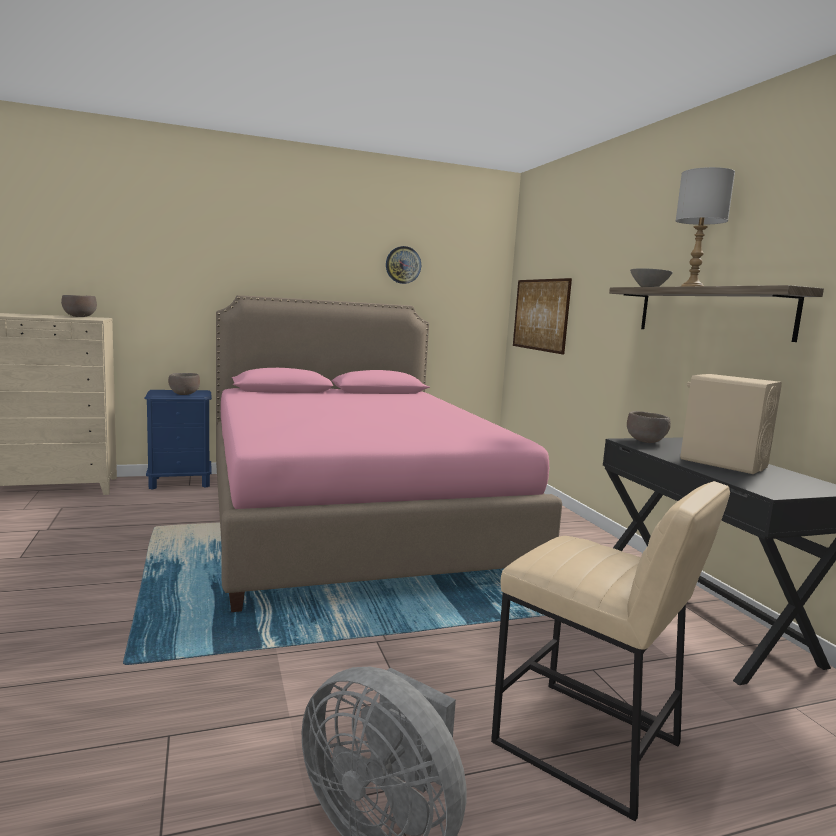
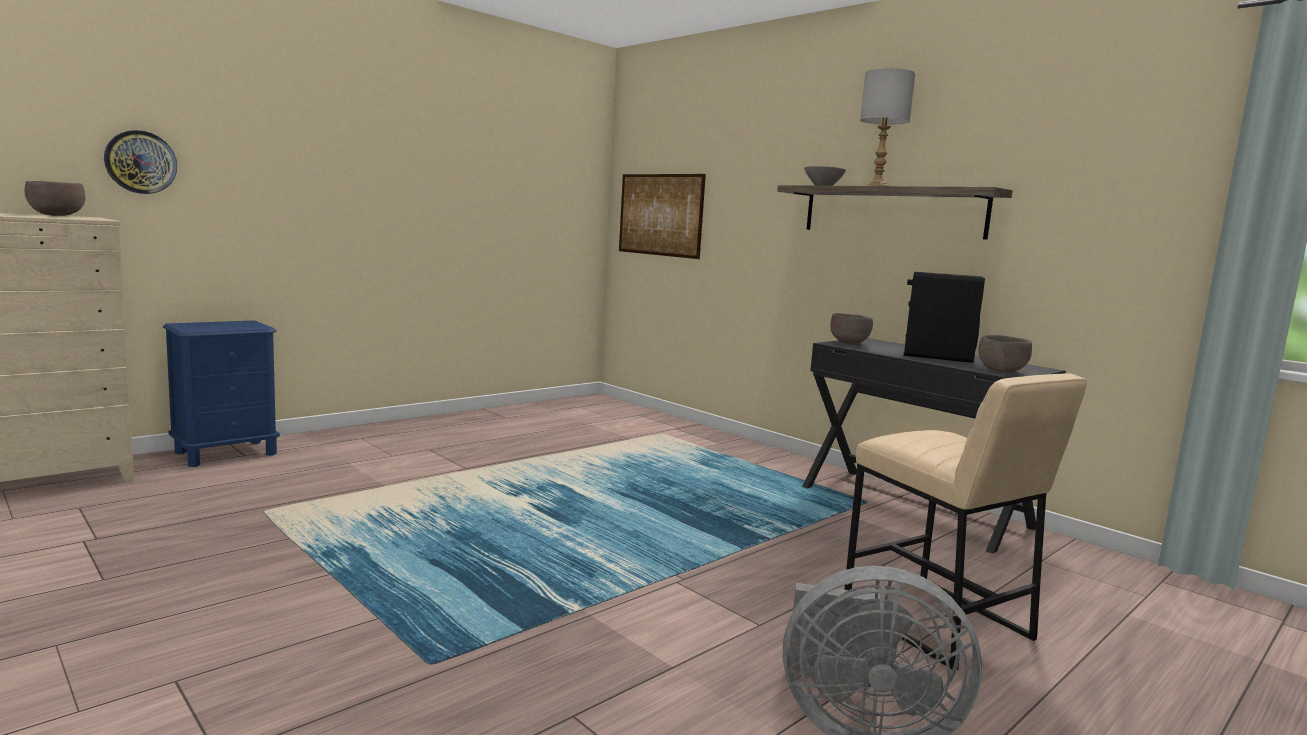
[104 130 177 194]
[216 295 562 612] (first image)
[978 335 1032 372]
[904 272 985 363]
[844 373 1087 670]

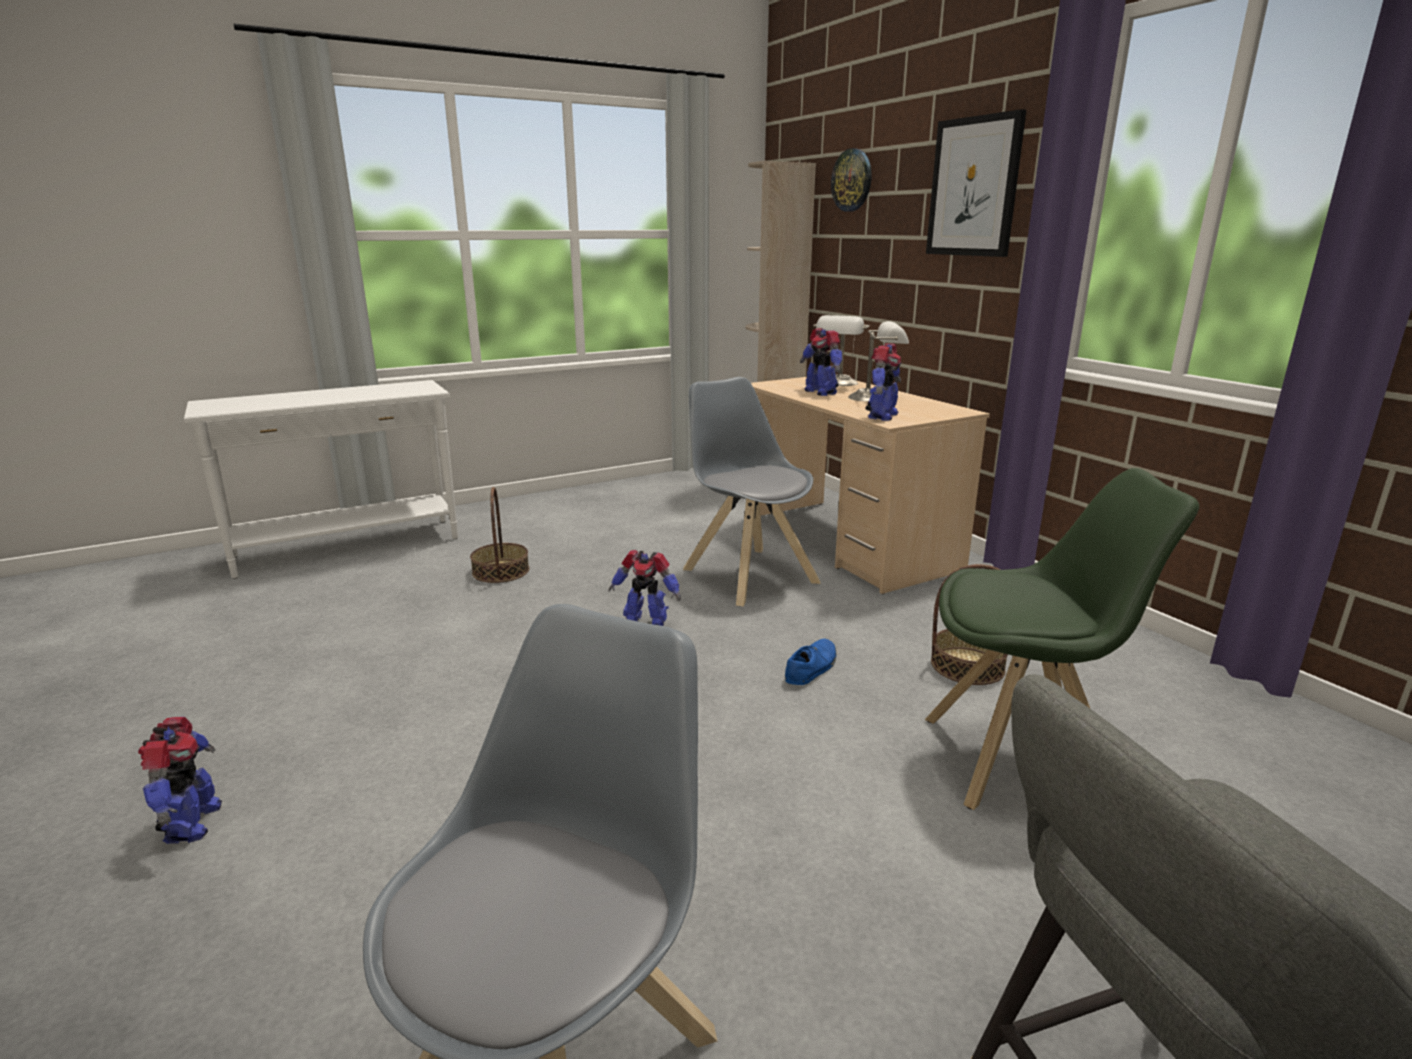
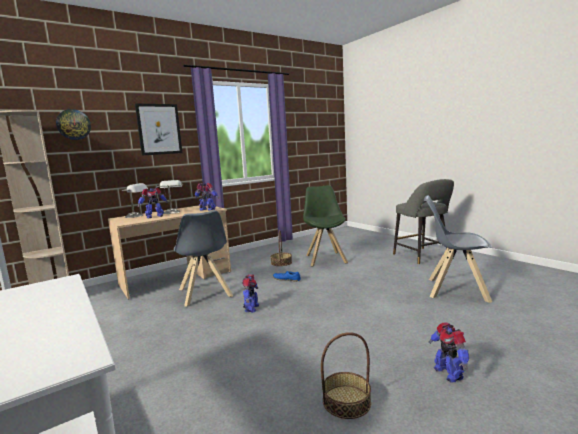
[174 210 233 307]
[321 332 371 419]
[429 322 469 382]

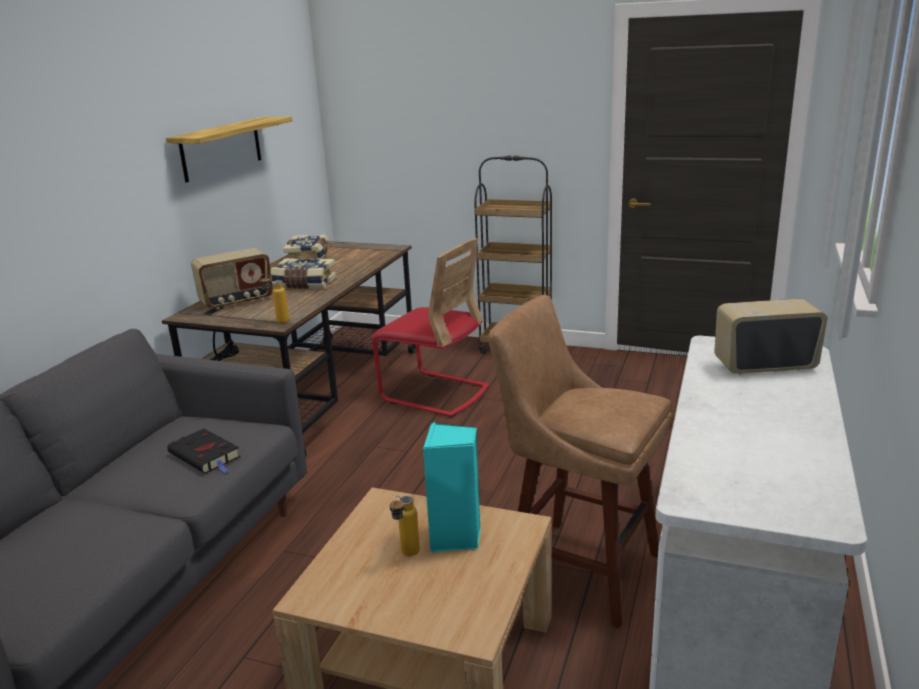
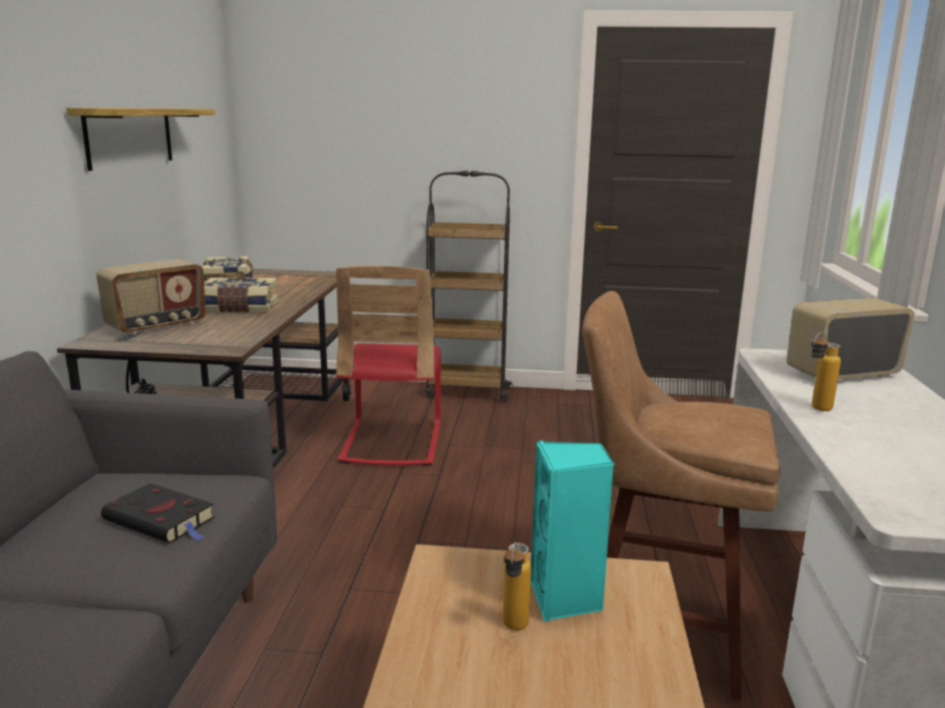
[336 266 441 466]
[811 332 841 411]

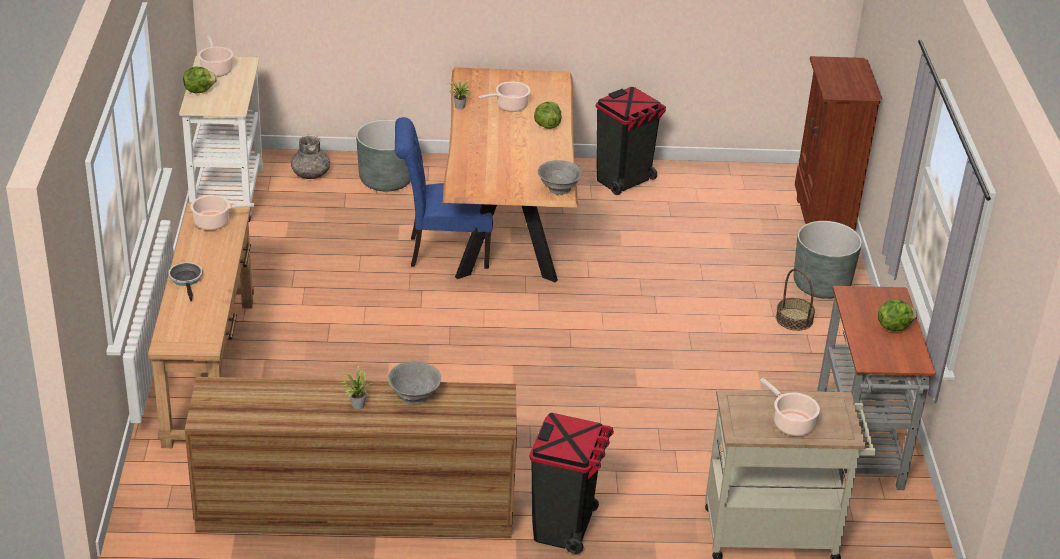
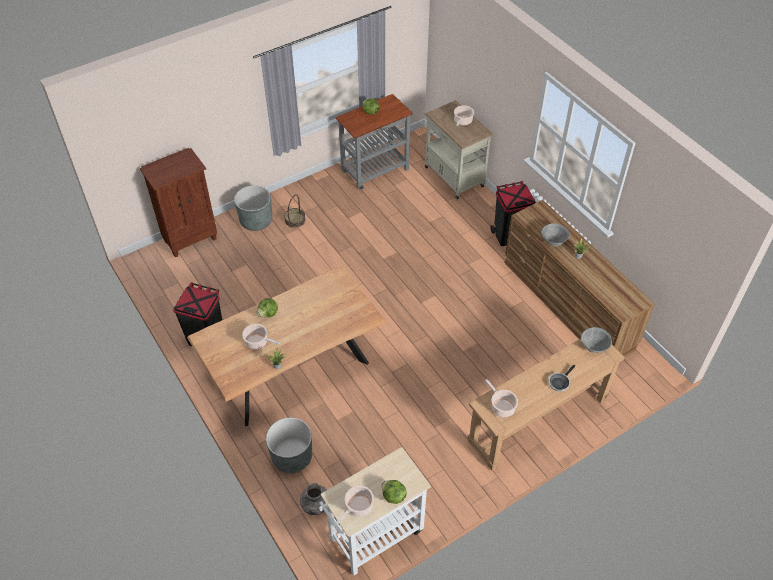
[395 117 493 269] (first image)
[581 327 612 353]

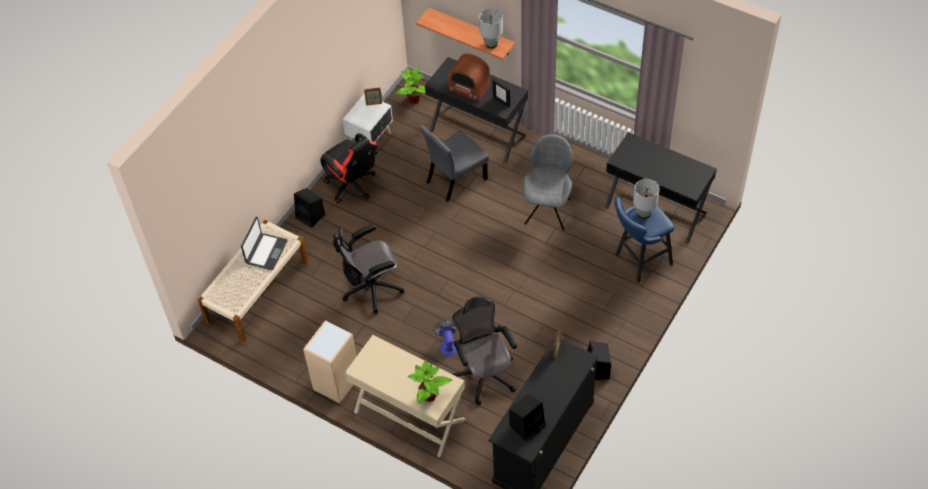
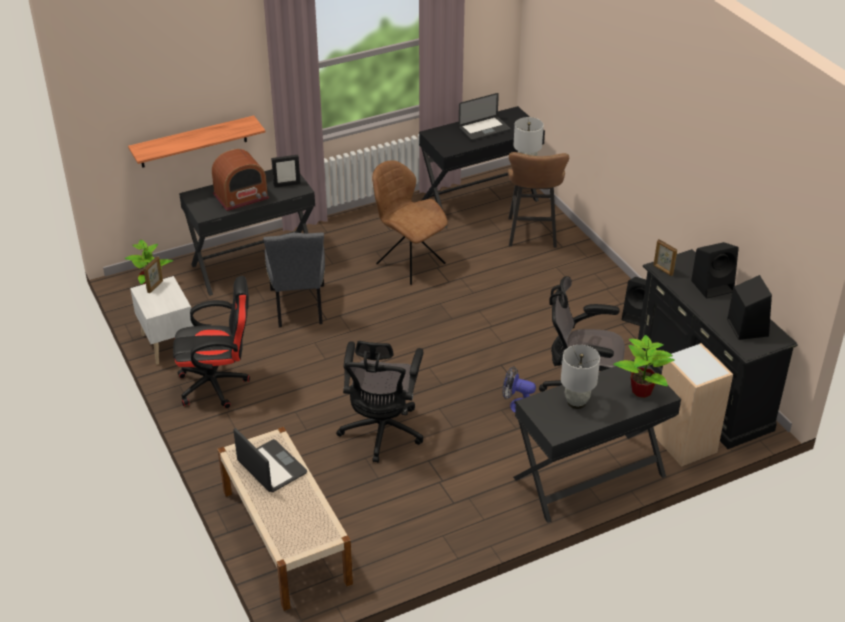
[561 345 600 409]
[372 160 448 285]
[691 242 739 299]
[508 152 569 248]
[653 343 733 467]
[513 360 681 523]
[459 93 511 141]

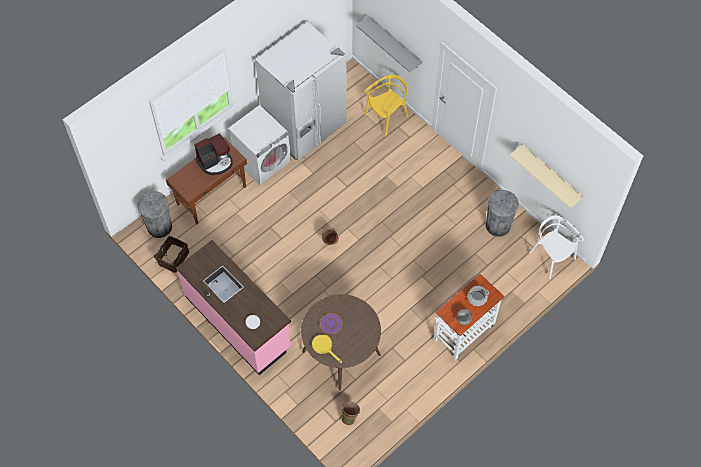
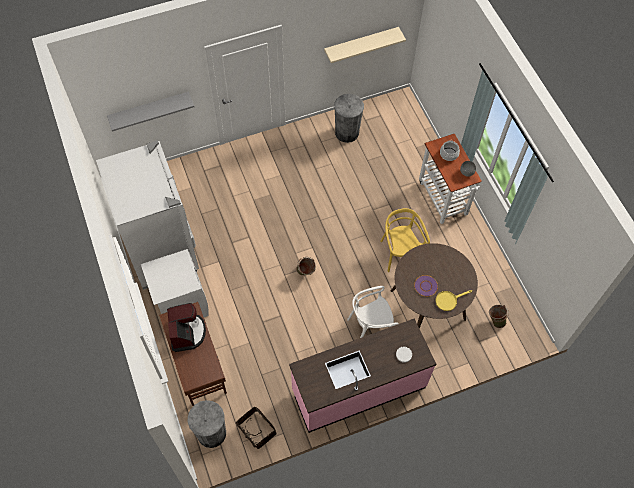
[380 208 430 272]
[347 286 399 338]

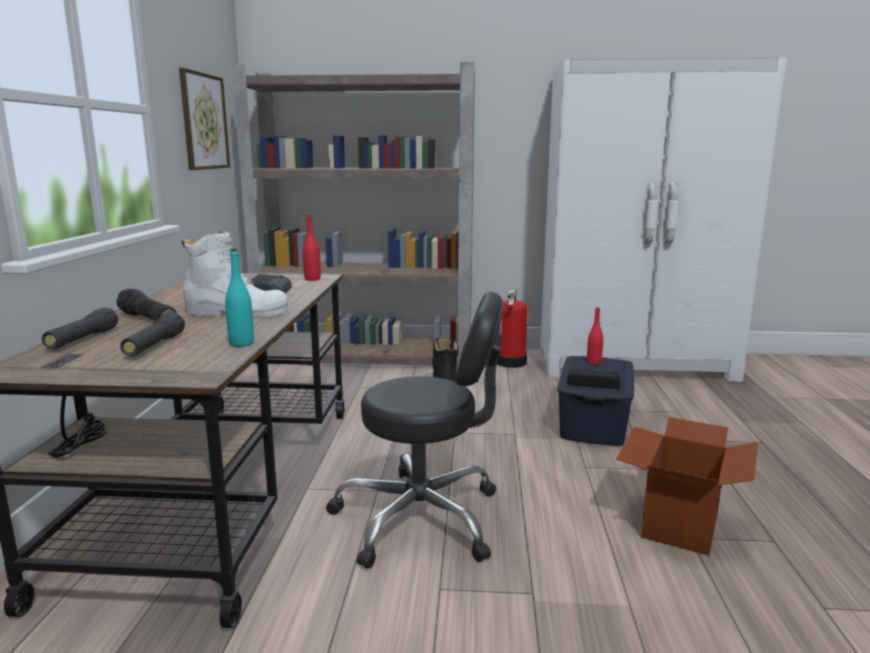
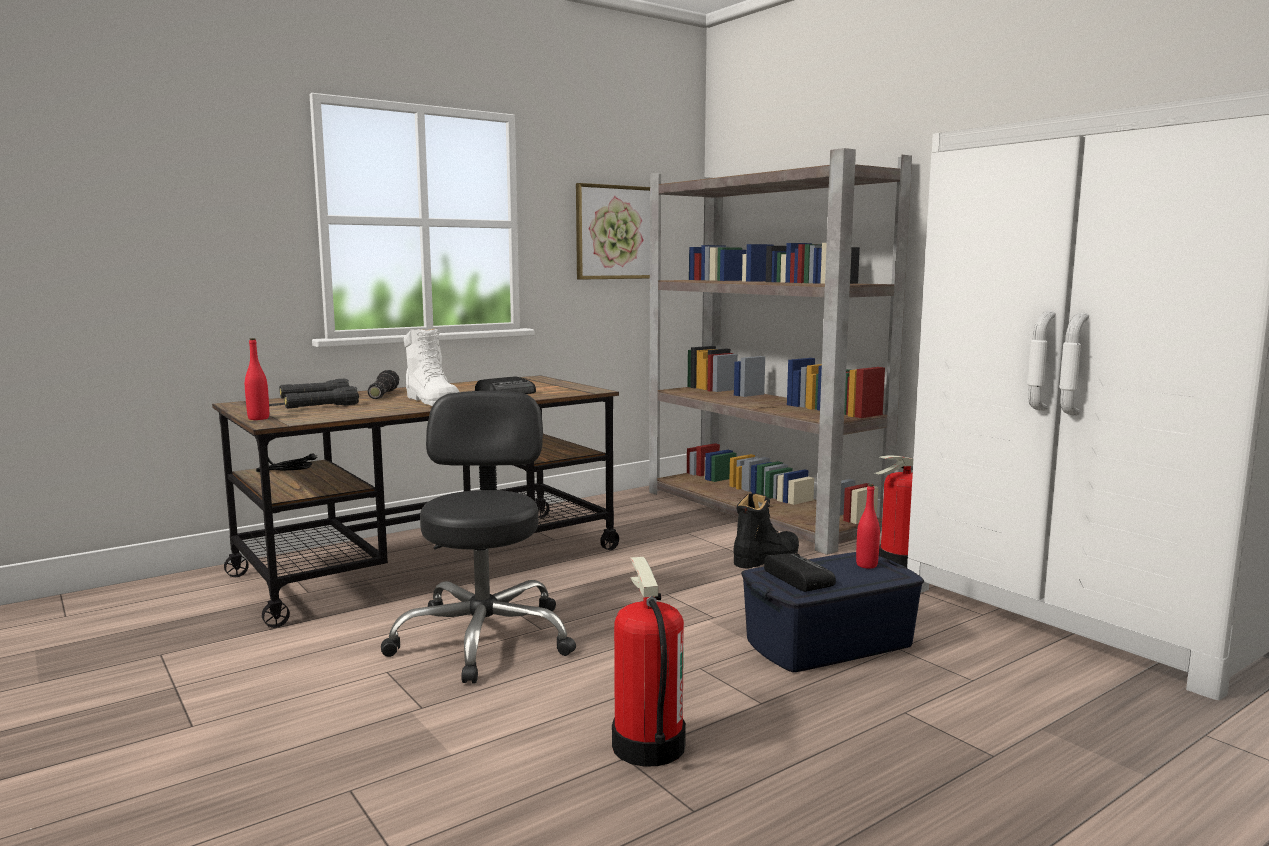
[245 338 269 420]
[225 248 254 347] (first image)
[381 391 576 683]
[612 557 686 767]

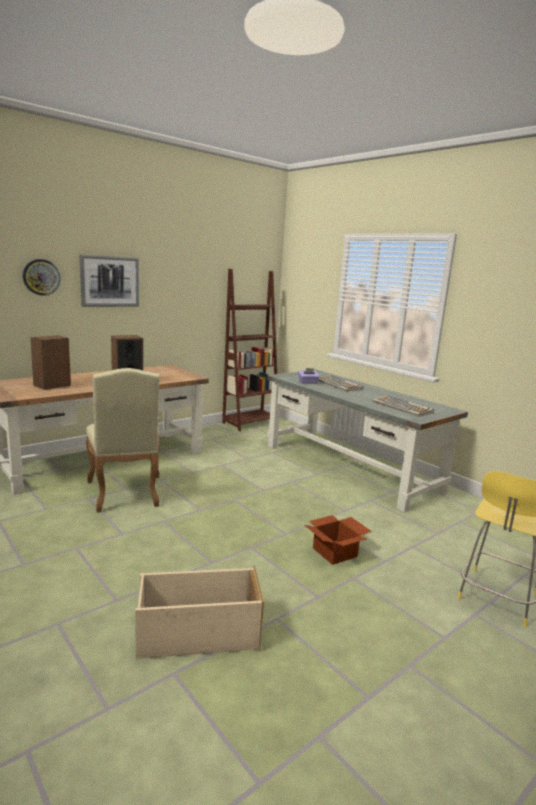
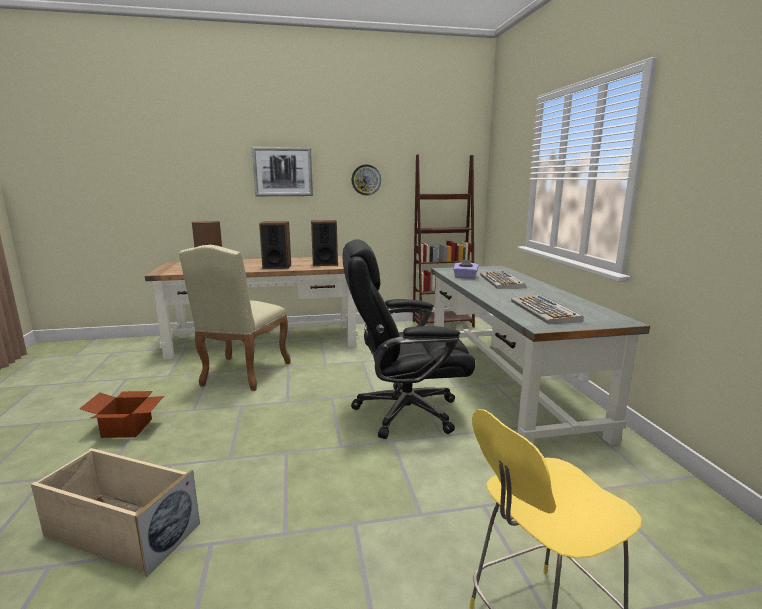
[352 165 381 195]
[79 391 164 438]
[311 220 338 266]
[343 239 476 439]

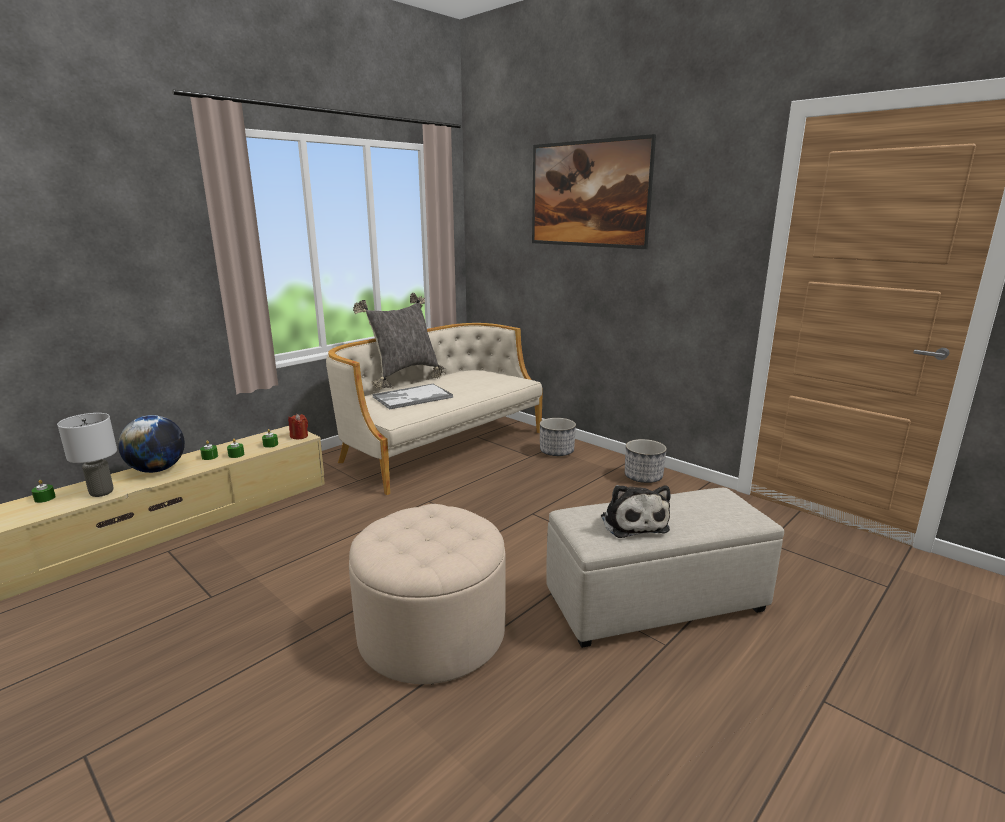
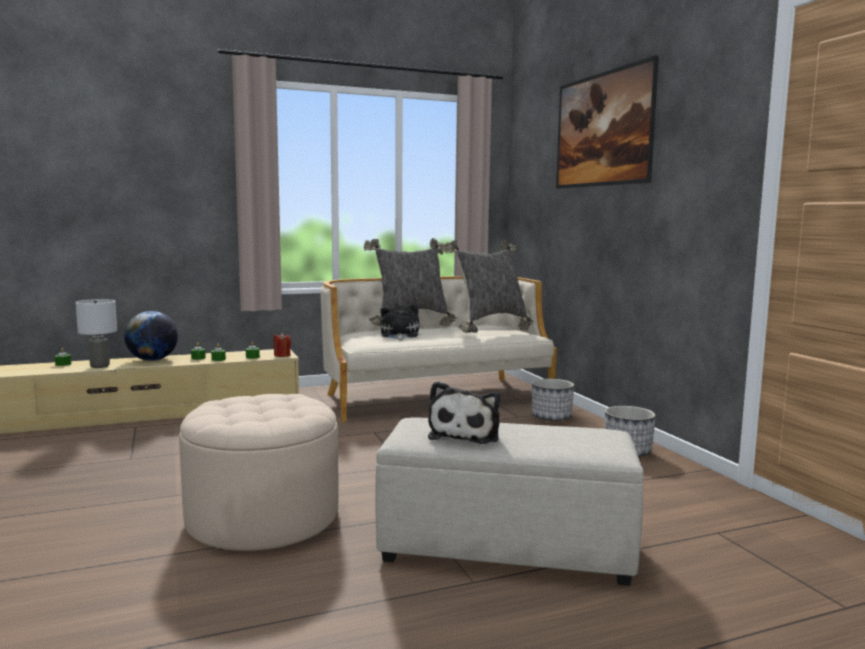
[380 304 420 340]
[444 239 534 334]

